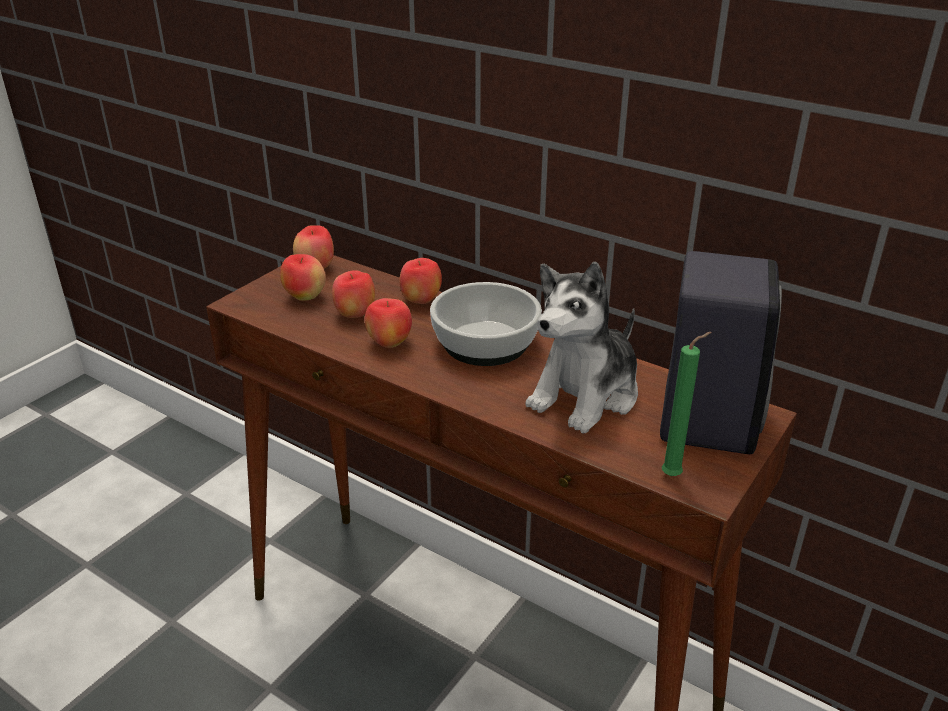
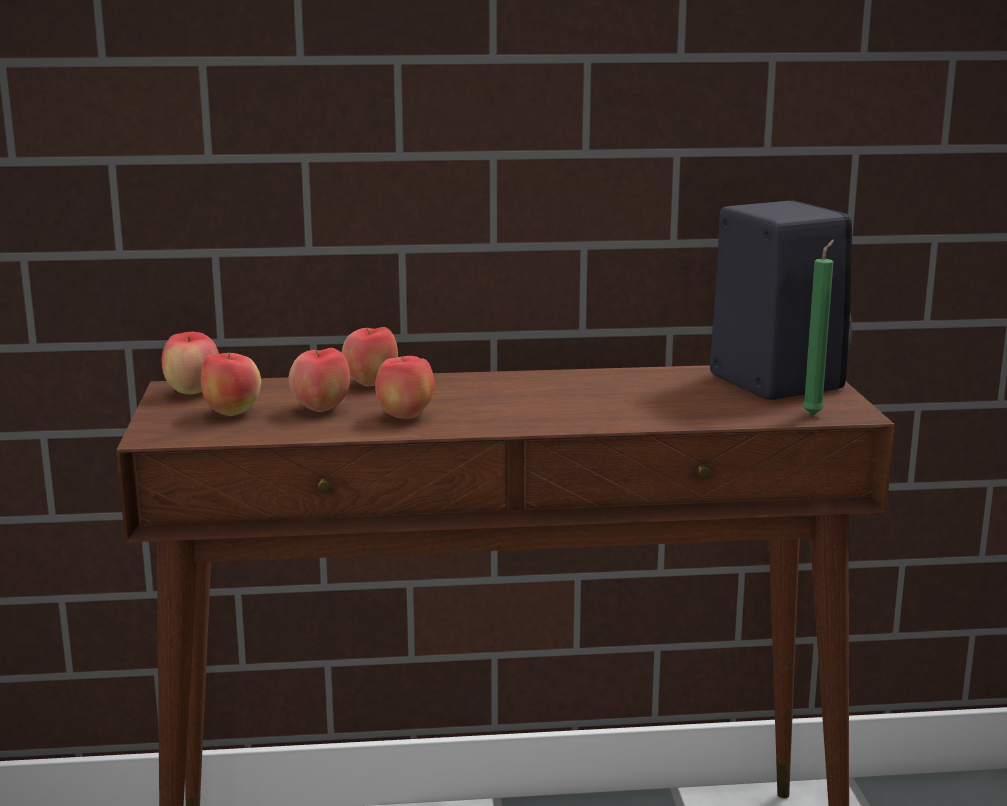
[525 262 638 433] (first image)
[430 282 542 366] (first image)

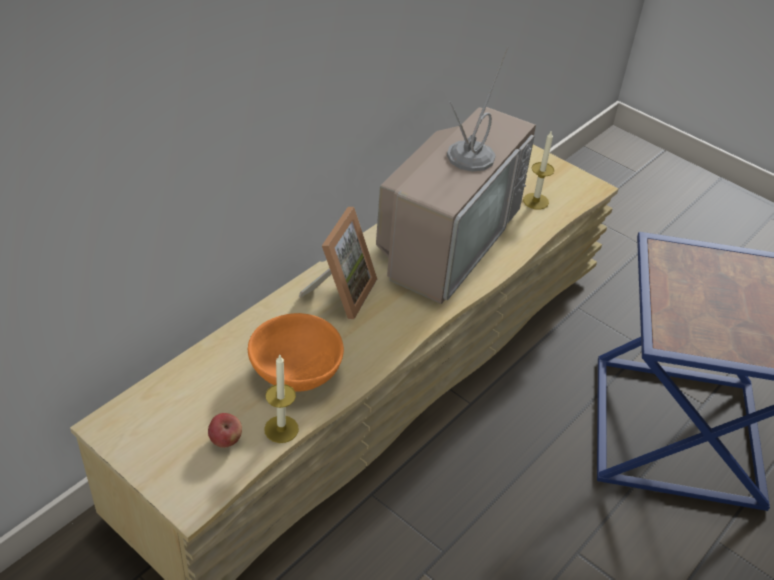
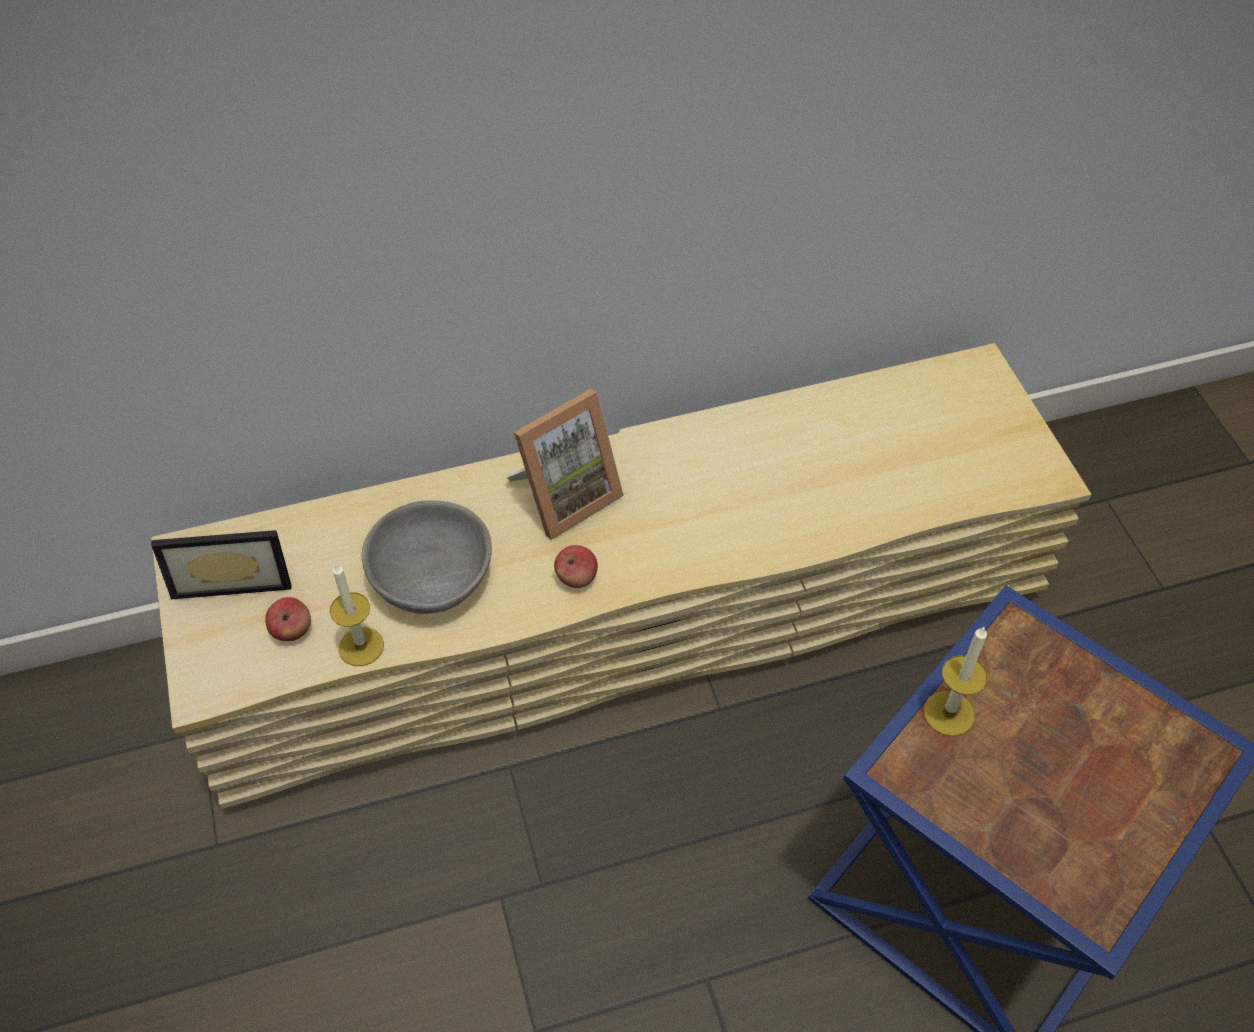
[376 47 536 304] (first image)
[924 626 987 737]
[362 501 492 614]
[151 530 292 599]
[554 545 598 588]

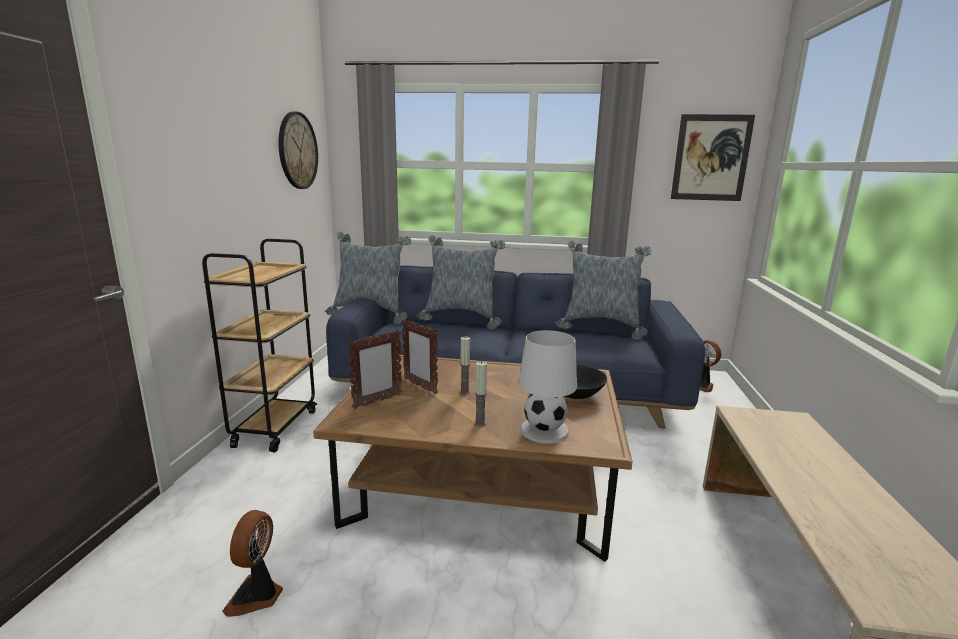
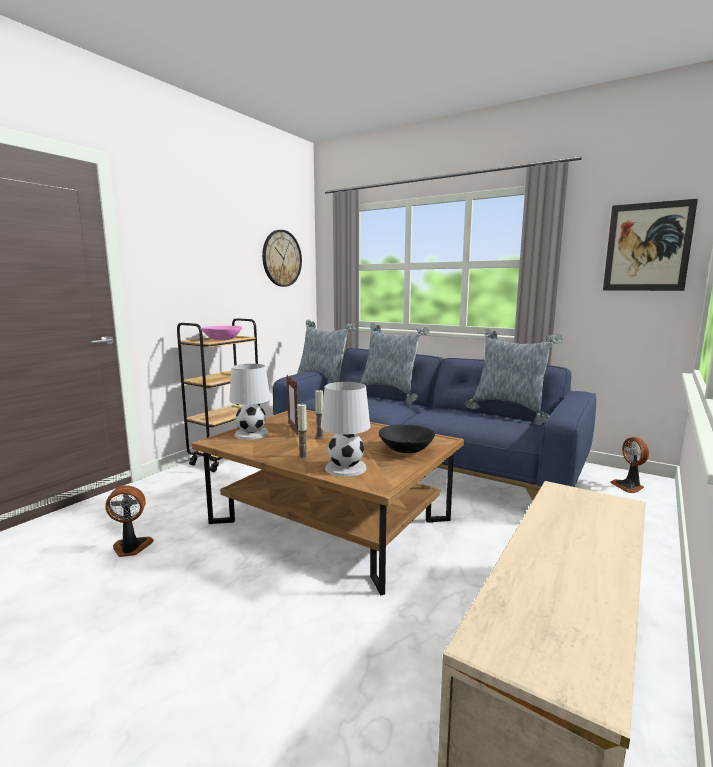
[229 364 271 440]
[105 485 154 557]
[201 325 242 340]

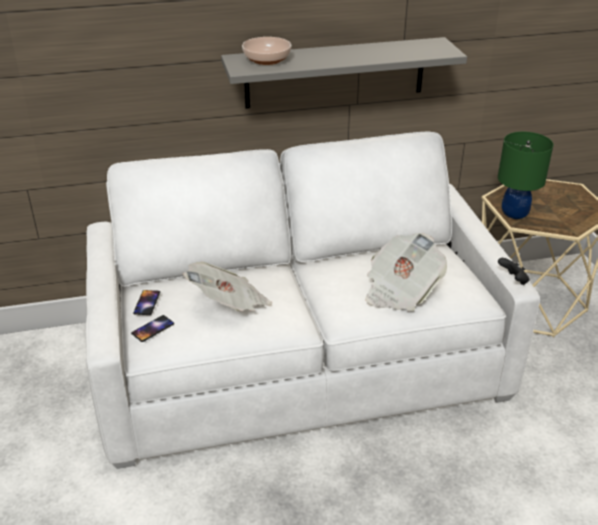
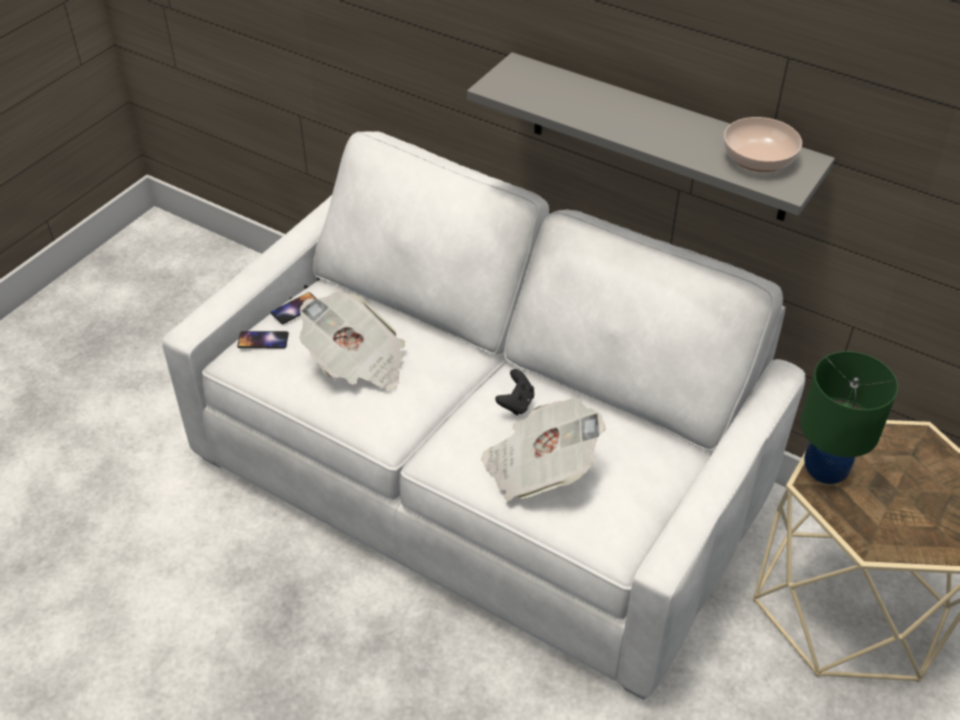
[724 117 802 172]
[495 369 534 416]

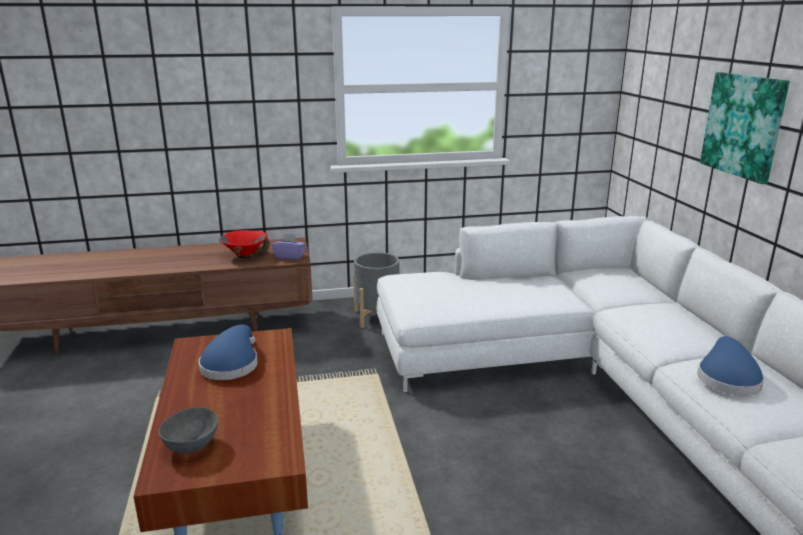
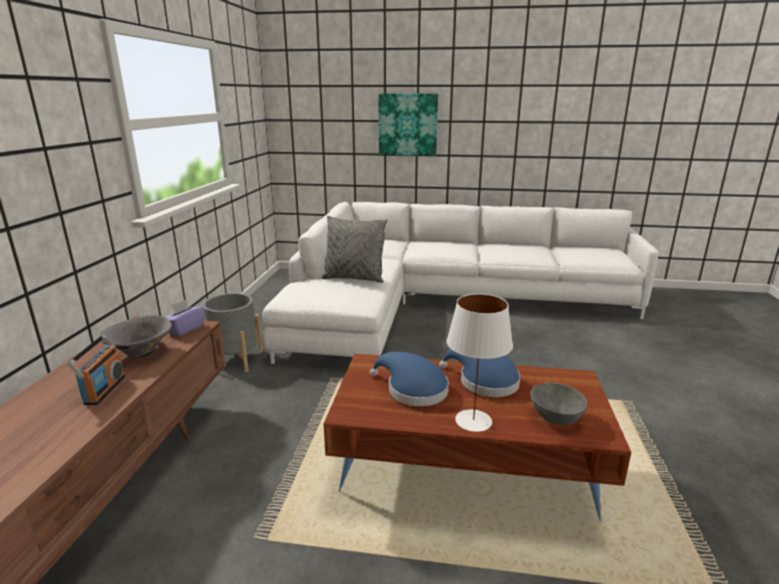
[99 315 172 358]
[439 349 521 397]
[322 215 388 283]
[446 294 513 432]
[67 335 125 405]

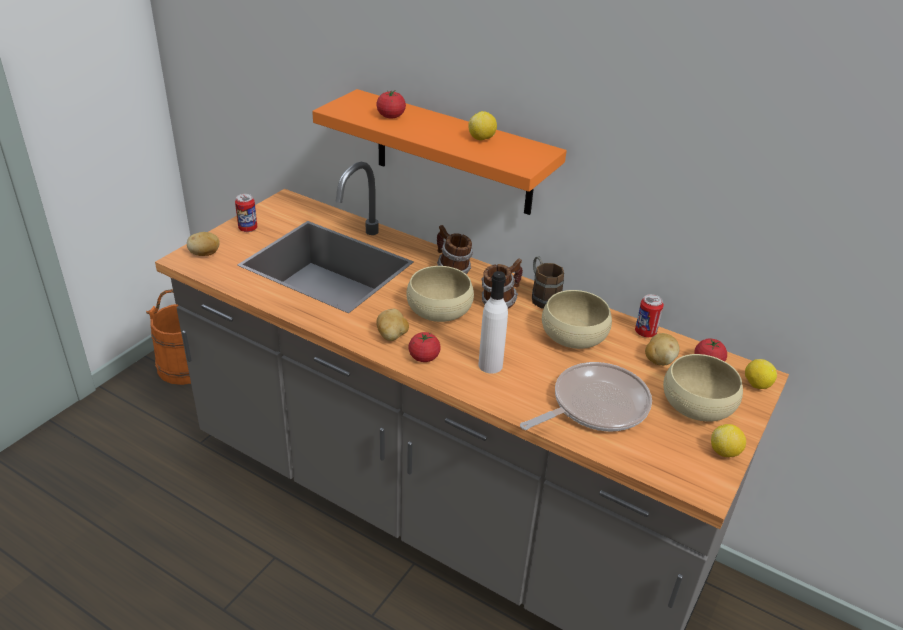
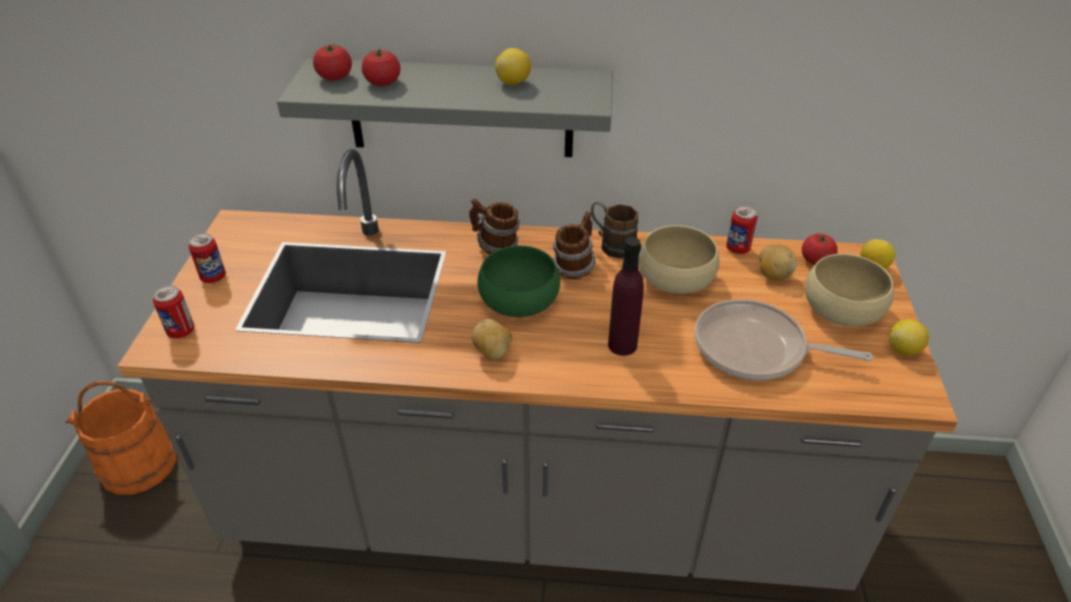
[277 58 613 157]
[153 285 195 339]
[477 246 560 317]
[608 237 644 356]
[313 43 352 81]
[695 299 873 380]

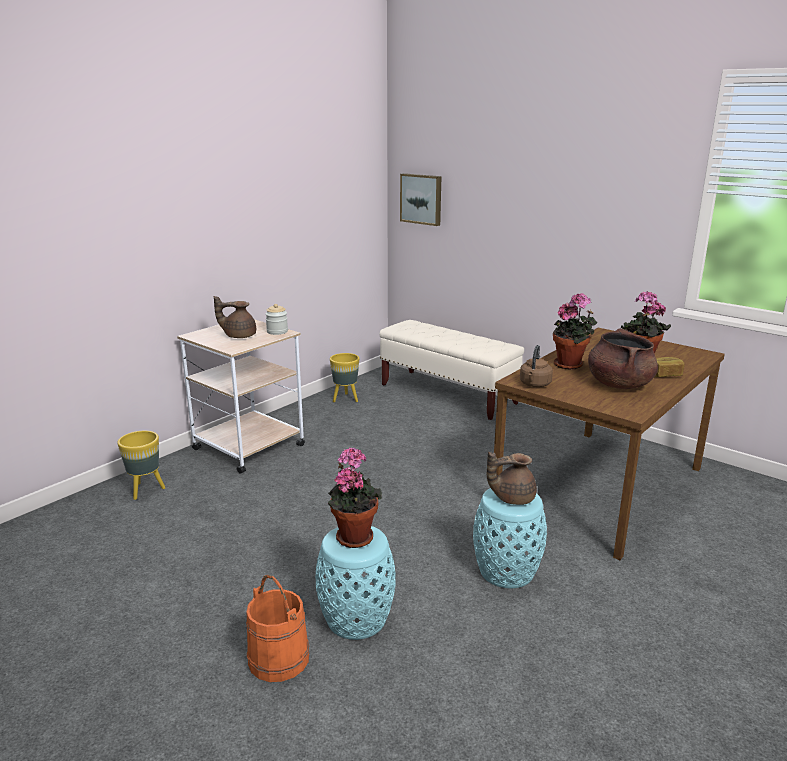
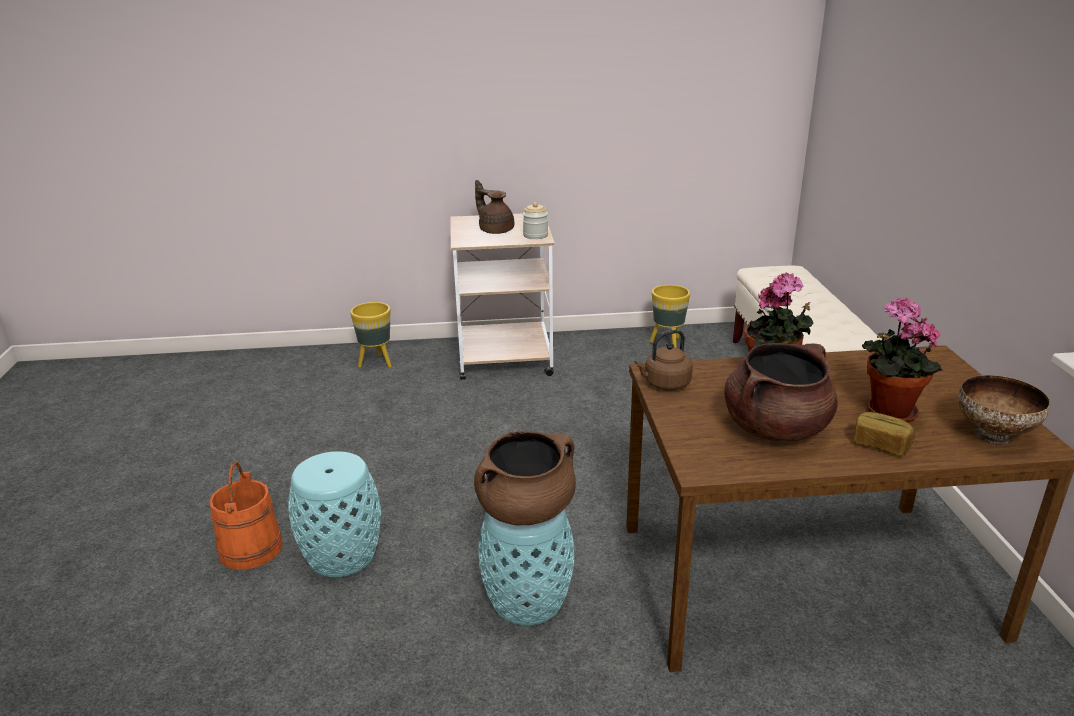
[400 173 441 226] (first image)
[327 448 382 548] (first image)
[474 431 576 525]
[958 375 1051 445]

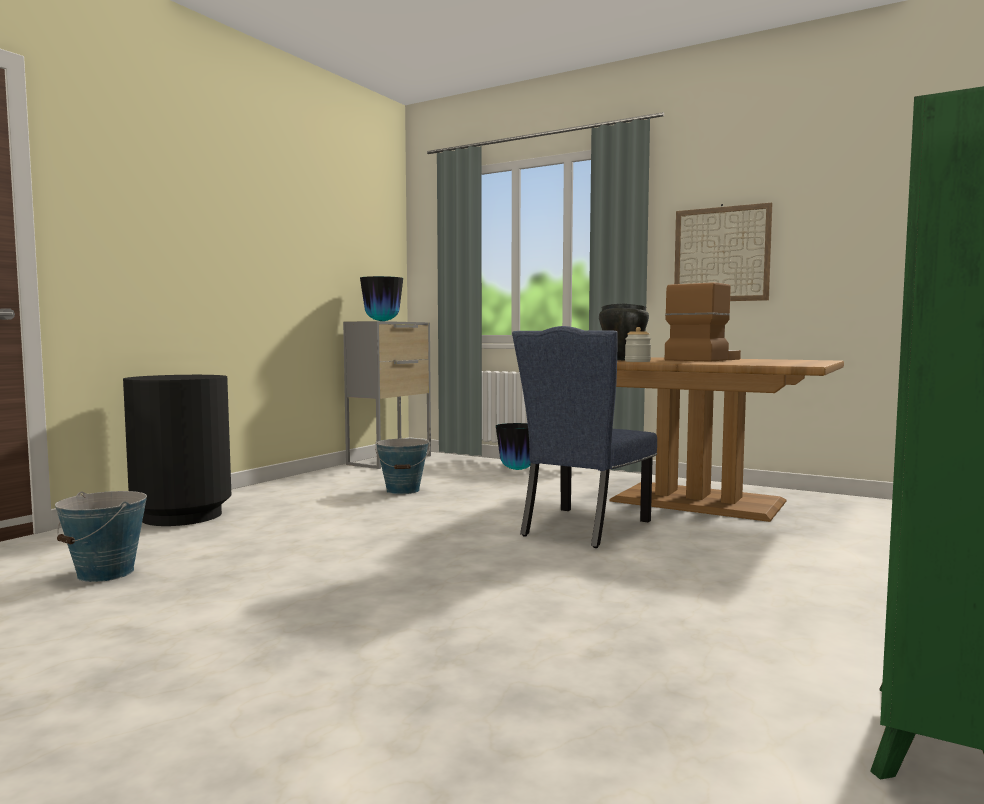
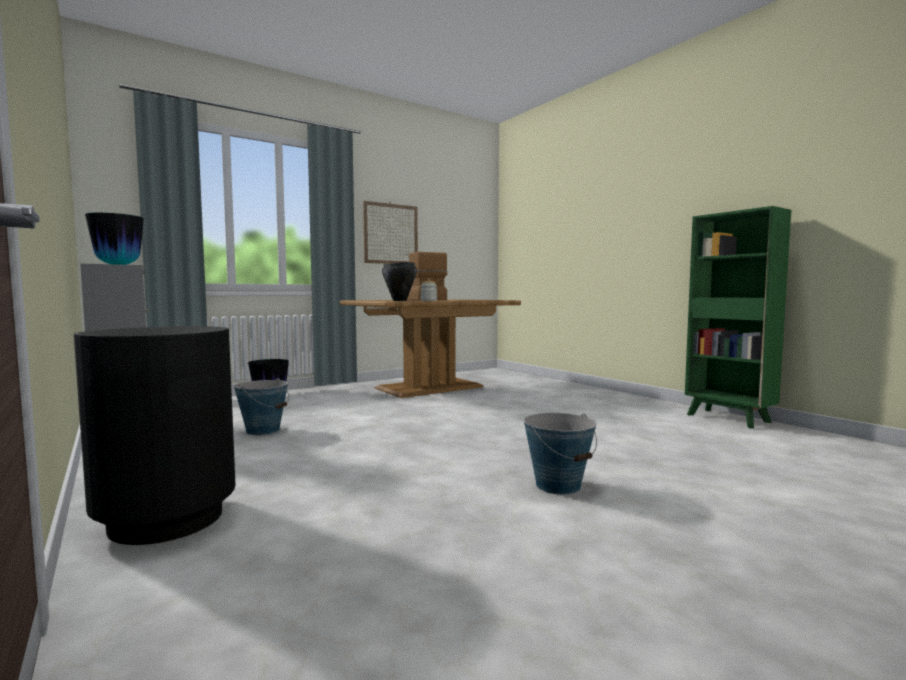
[512 326 657 548] (first image)
[524 413 597 495]

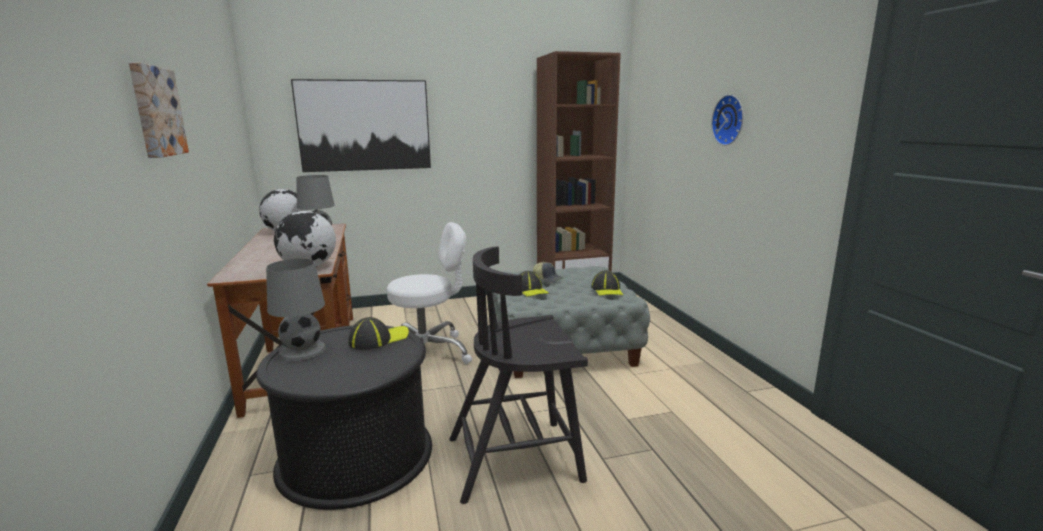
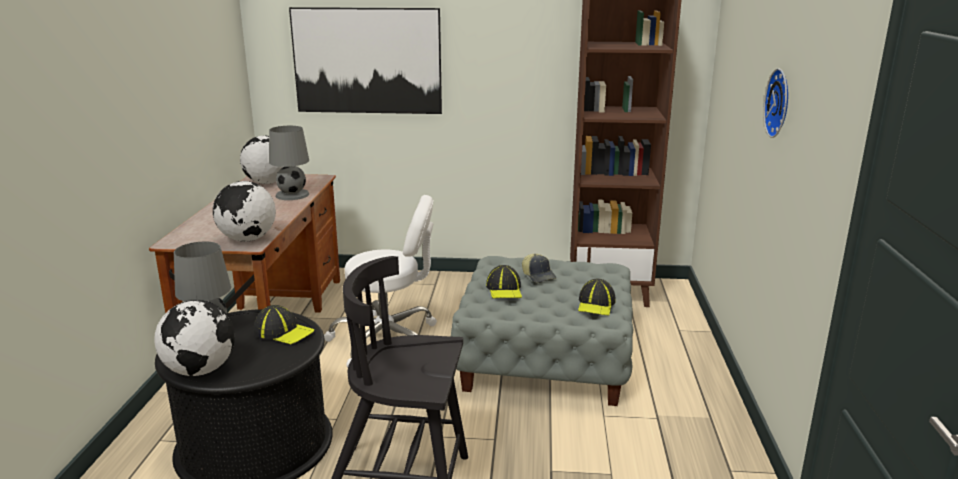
[129 63 189 158] (first image)
[254 305 314 344]
[154 300 235 376]

